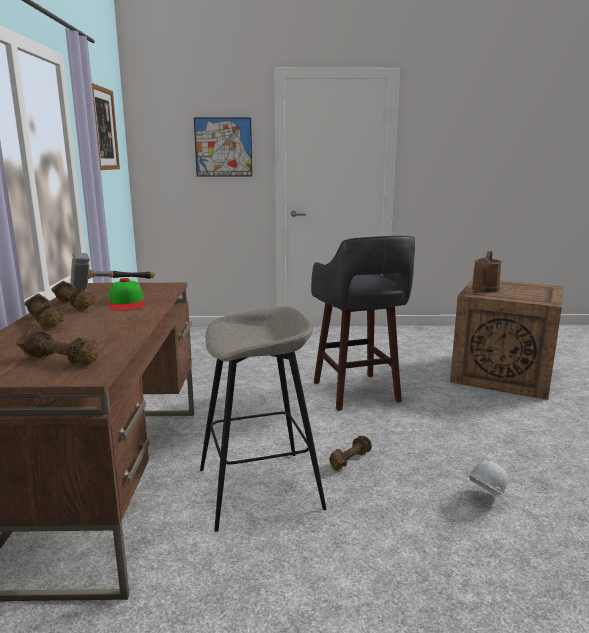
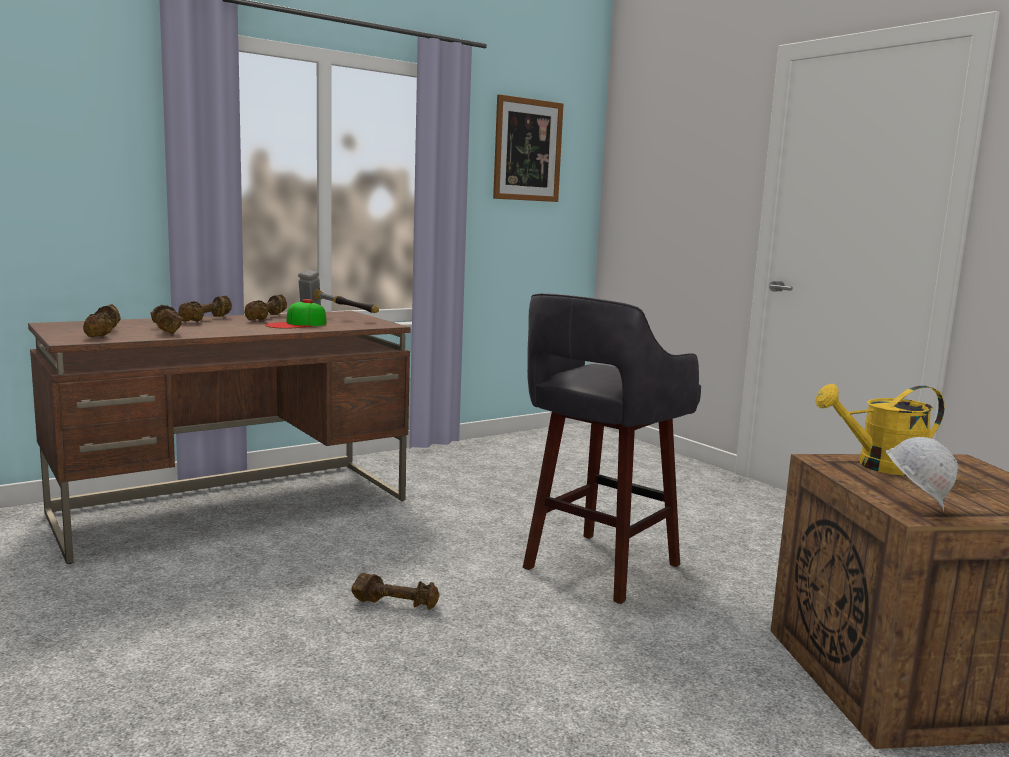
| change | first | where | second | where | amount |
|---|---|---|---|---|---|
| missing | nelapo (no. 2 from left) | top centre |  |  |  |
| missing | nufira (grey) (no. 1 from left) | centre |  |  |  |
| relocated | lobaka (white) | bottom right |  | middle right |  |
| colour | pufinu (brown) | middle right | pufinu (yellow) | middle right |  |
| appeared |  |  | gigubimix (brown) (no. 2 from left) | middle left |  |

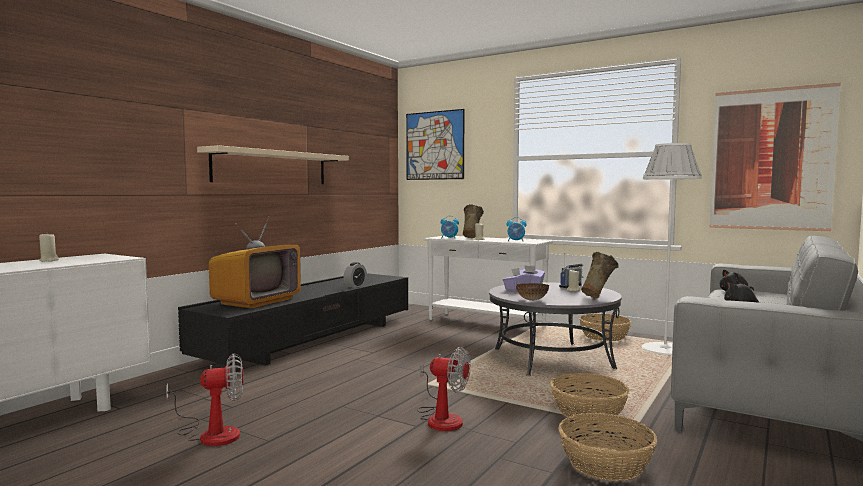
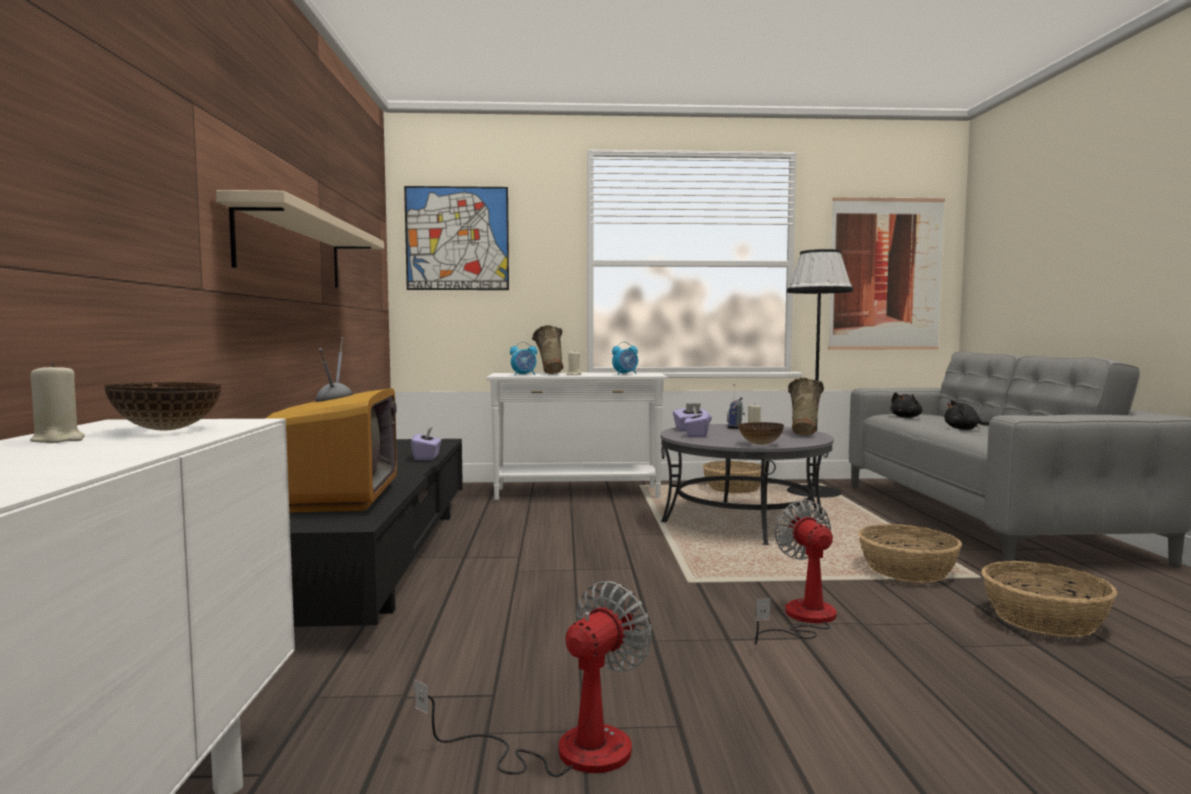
| change | first | where | second | where | amount |
|---|---|---|---|---|---|
| exchanged | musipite (no. 1 from left) | centre | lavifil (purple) (no. 1 from left) | centre |  |
| spun | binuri (no. 2 from left) | bottom centre |  | bottom right | 90 degrees counterclockwise |
| colour | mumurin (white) | middle right | mumurin (black) | middle right |  |
| appeared |  |  | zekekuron (no. 1 from left) | middle left |  |

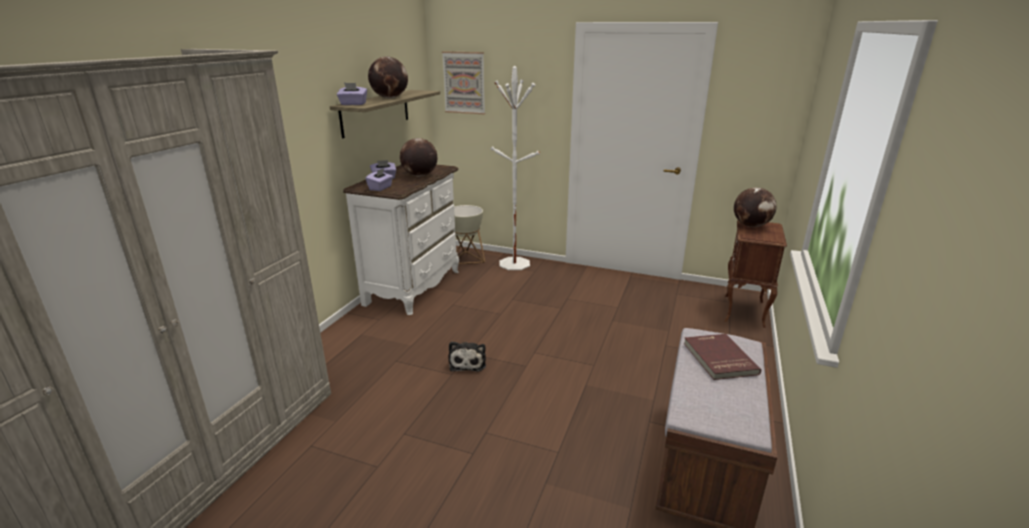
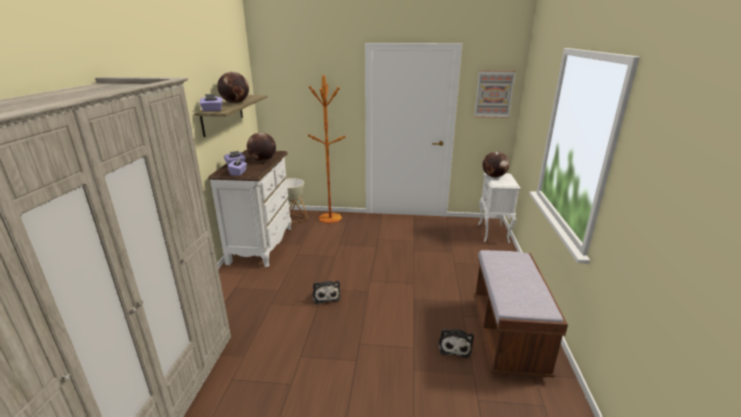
| change | first | where | second | where | amount |
|---|---|---|---|---|---|
| relocated | nelapo | top centre |  | top right |  |
| colour | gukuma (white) | top centre | gukuma (orange) | centre |  |
| missing | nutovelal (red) | bottom right |  |  |  |
| colour | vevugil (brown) | middle right | vevugil (white) | middle right |  |
| appeared |  |  | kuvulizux (no. 2 from left) | bottom centre |  |

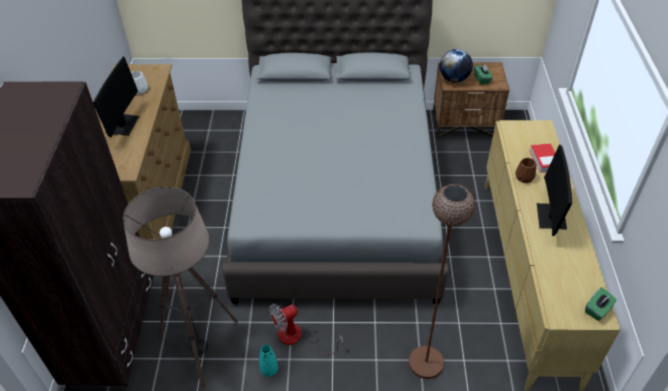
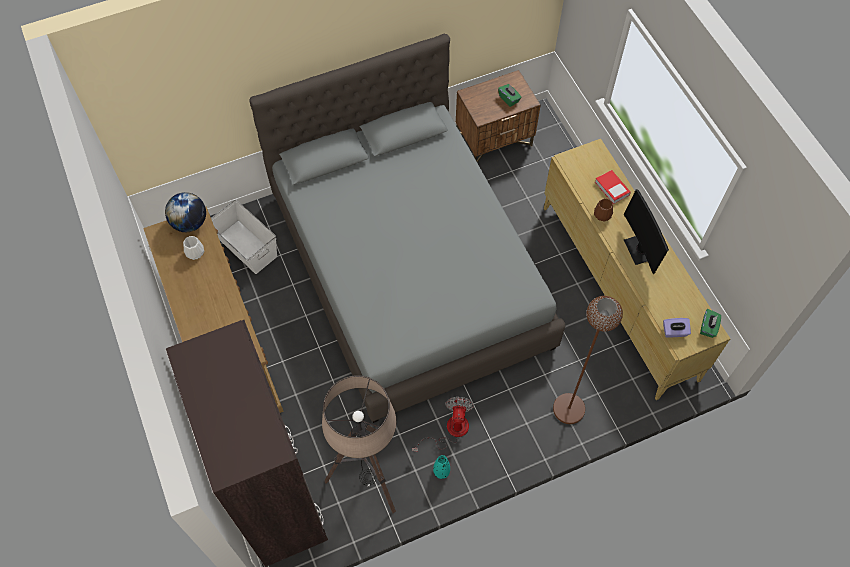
| change | first | where | second | where | amount |
|---|---|---|---|---|---|
| missing | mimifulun (no. 1 from left) | top left |  |  |  |
| spun | binuri | bottom centre |  | bottom centre | 150 degrees clockwise |
| relocated | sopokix | top right |  | middle left |  |
| appeared |  |  | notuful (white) | middle left |  |
| appeared |  |  | lavifil (purple) | middle right |  |

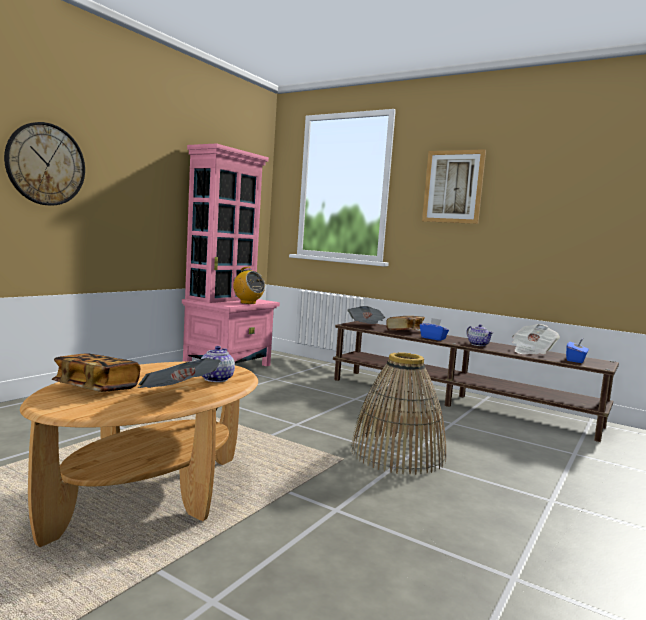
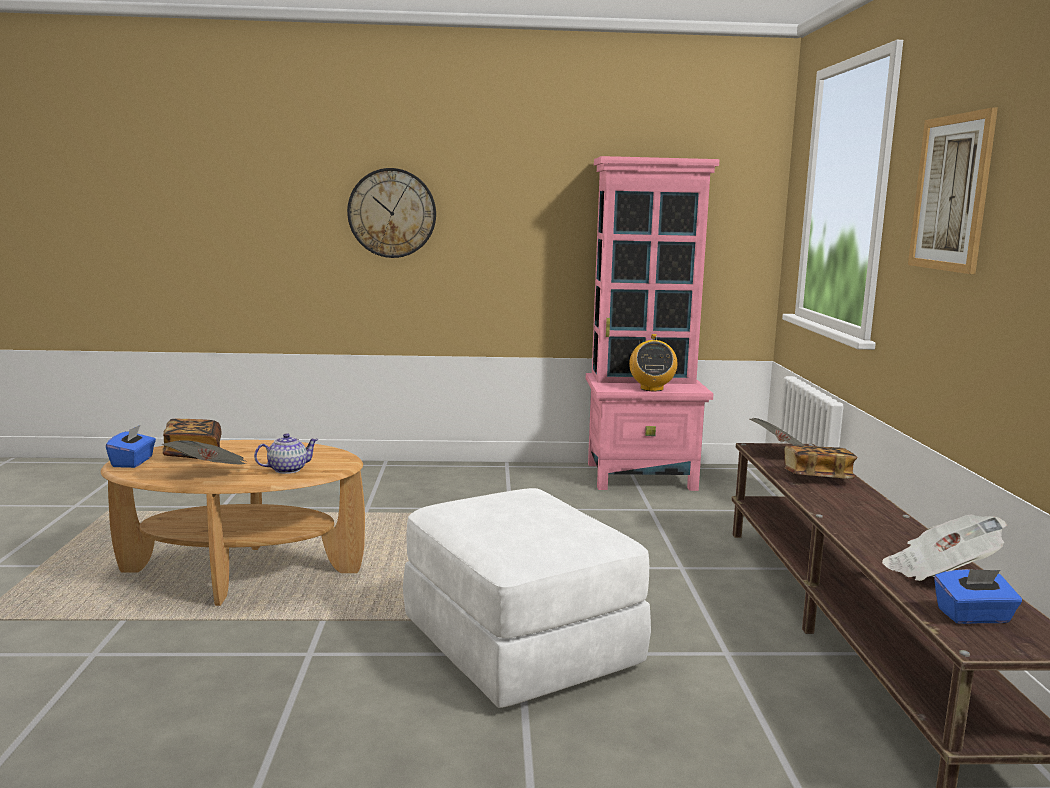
| change | first | where | second | where | amount |
|---|---|---|---|---|---|
| exchanged | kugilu | centre | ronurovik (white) | bottom centre |  |
| relocated | lavifil (blue) (no. 1 from left) | middle right |  | middle left |  |
| missing | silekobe (no. 2 from left) | middle right |  |  |  |

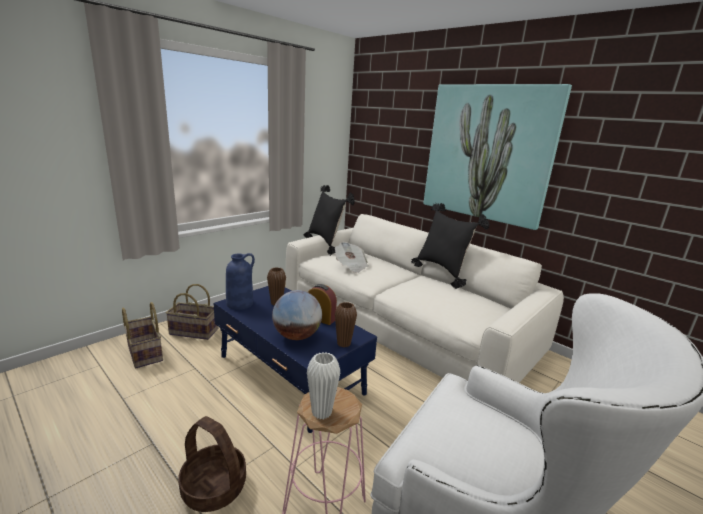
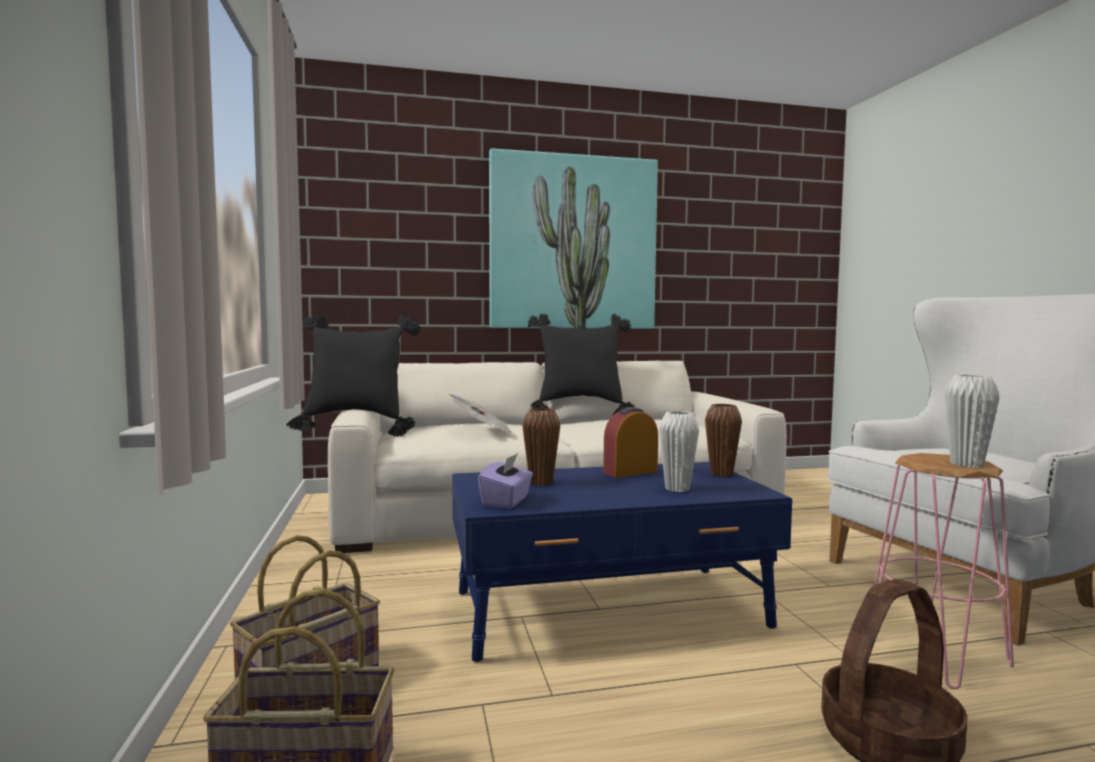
| change | first | where | second | where | amount |
|---|---|---|---|---|---|
| exchanged | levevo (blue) | centre | lavifil (purple) | centre |  |
| exchanged | sopokix | centre | levevo (white) (no. 1 from left) | centre |  |

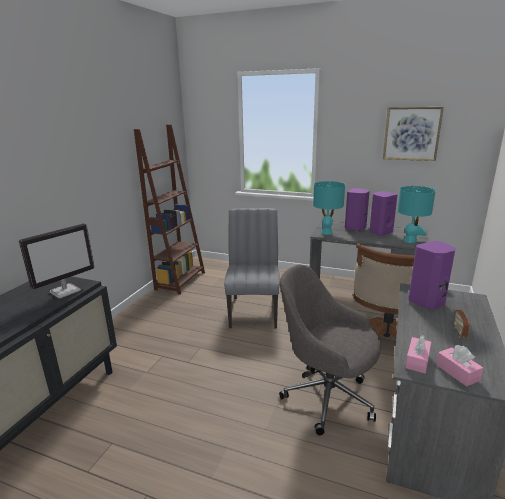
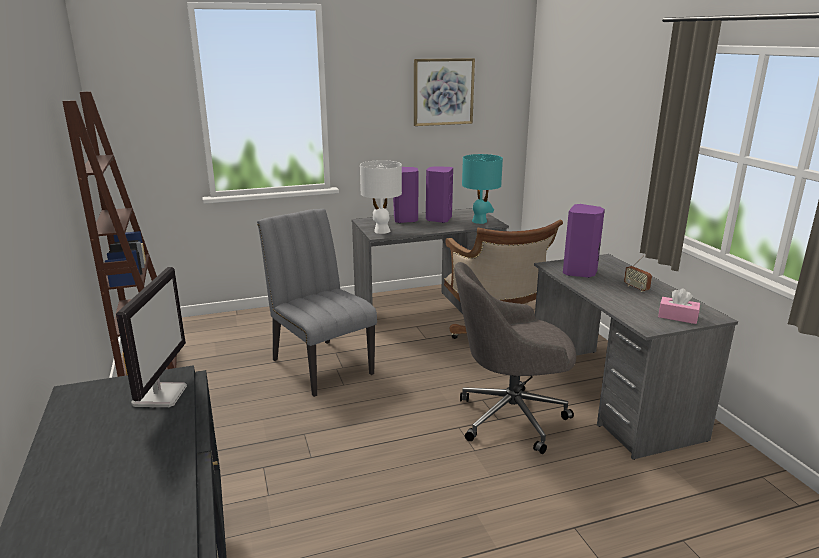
| change | first | where | second | where | amount |
|---|---|---|---|---|---|
| colour | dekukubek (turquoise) (no. 1 from left) | centre | dekukubek (white) | centre |  |
| missing | lavifil (pink) (no. 1 from left) | bottom right |  |  |  |

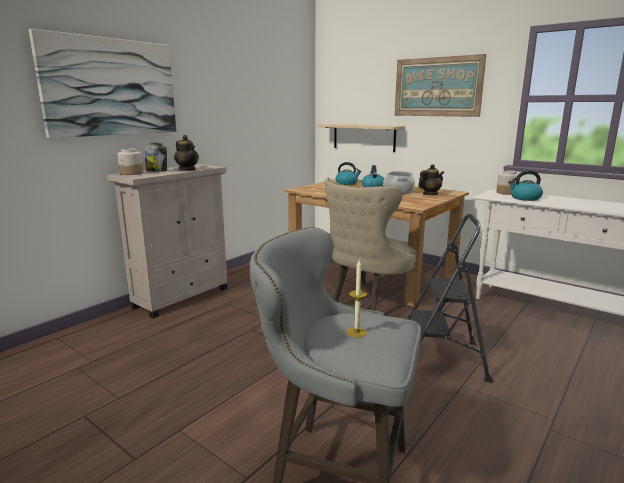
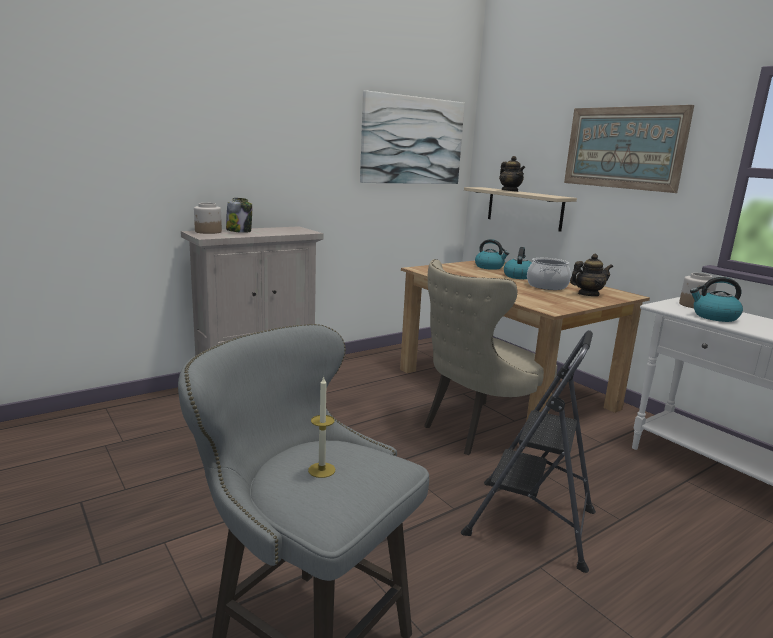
| change | first | where | second | where | amount |
|---|---|---|---|---|---|
| relocated | nelapo (no. 1 from left) | top left |  | top centre |  |
| relocated | silekobe (no. 1 from left) | top left |  | top centre |  |

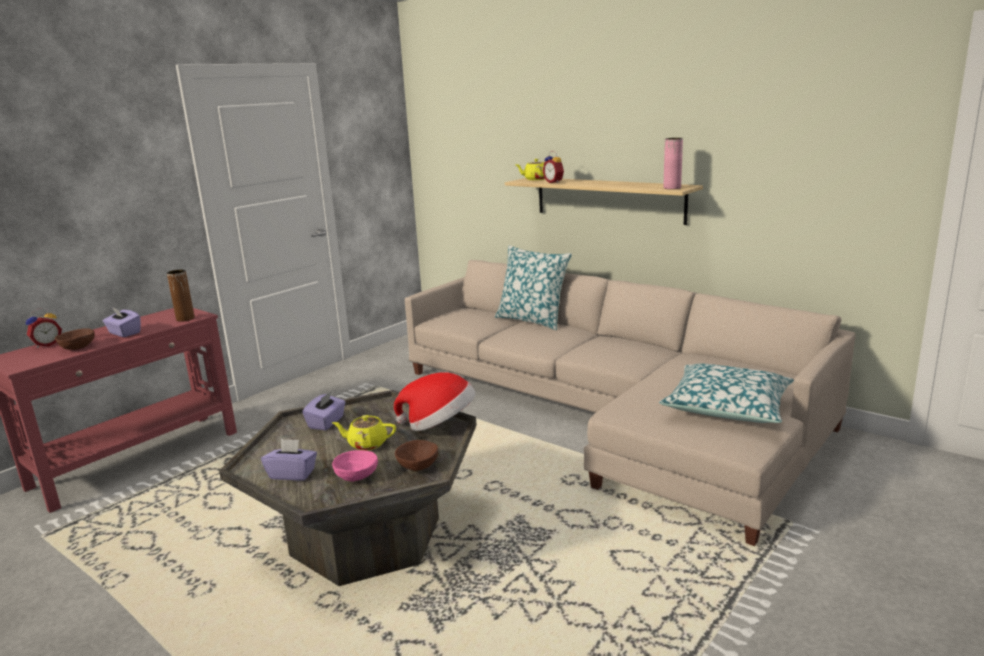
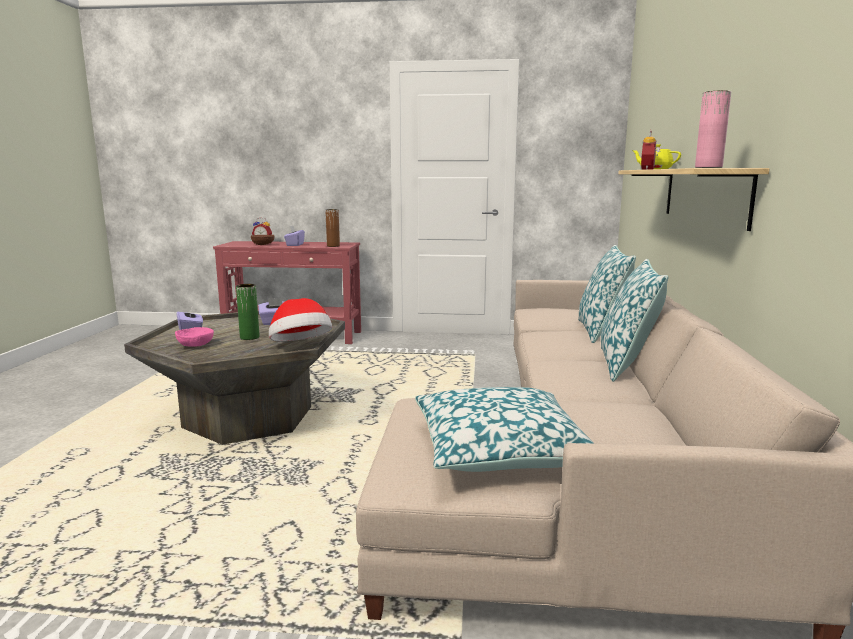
| change | first | where | second | where | amount |
|---|---|---|---|---|---|
| exchanged | silekobe (yellow) (no. 1 from left) | centre | levevo (green) | middle left |  |
| missing | zekekuron (brown) (no. 2 from left) | bottom centre |  |  |  |
| appeared |  |  | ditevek (no. 3 from left) | middle right |  |

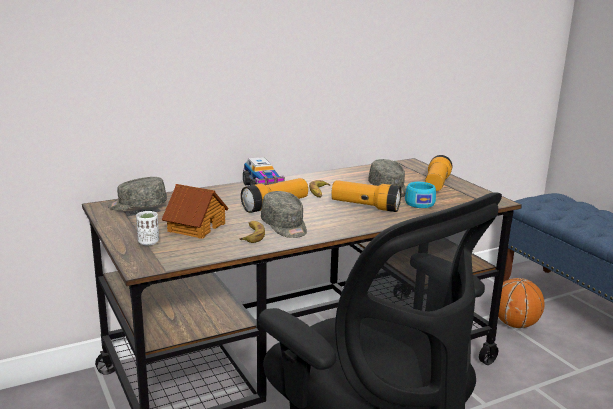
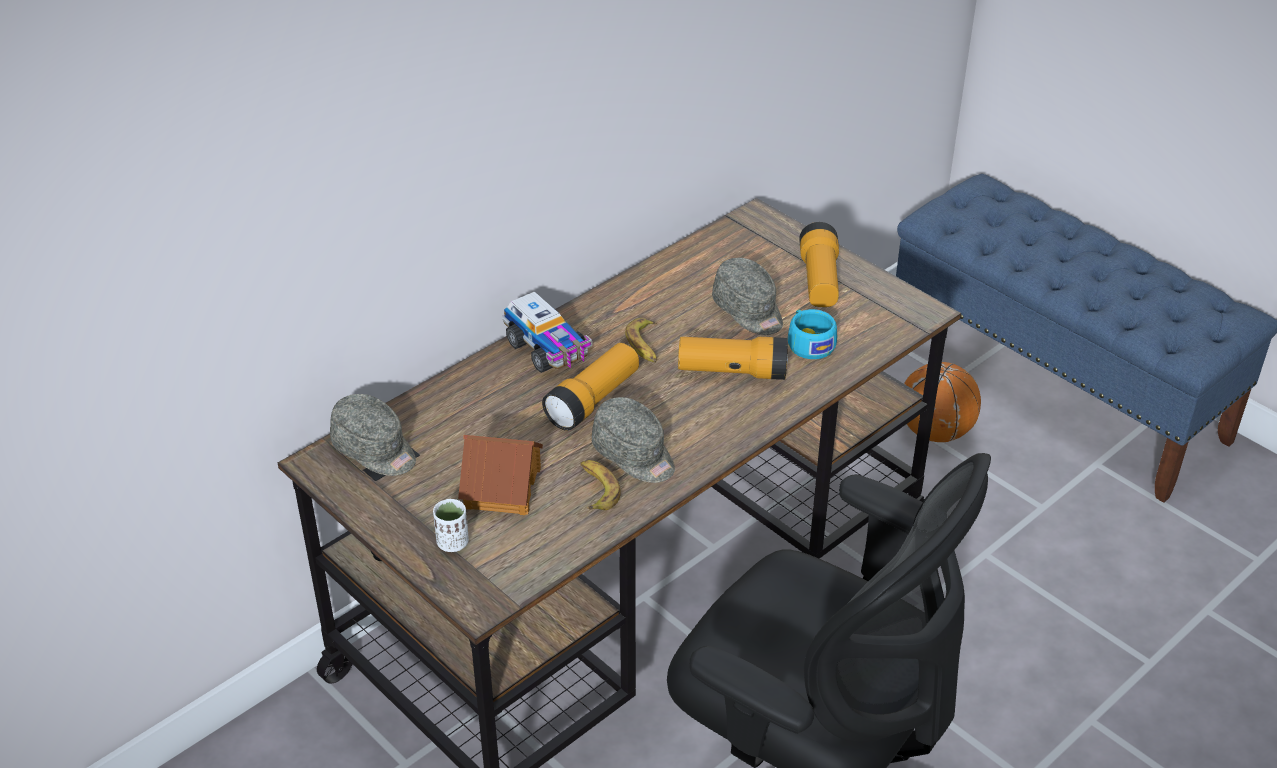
| change | first | where | second | where | amount |
|---|---|---|---|---|---|
| spun | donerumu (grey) (no. 1 from left) | middle left |  | middle left | 120 degrees counterclockwise |

